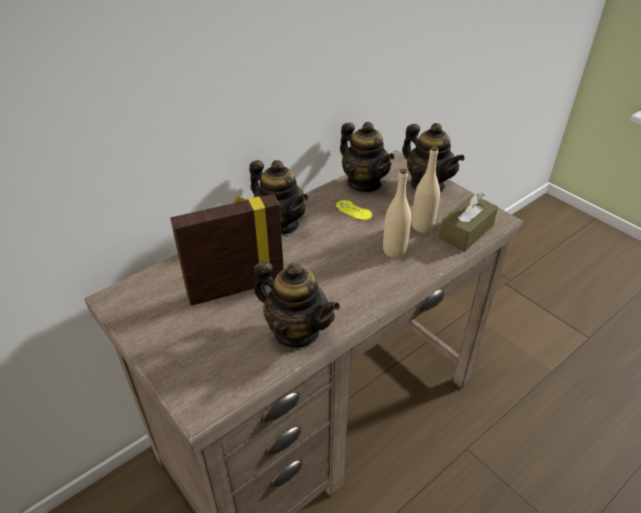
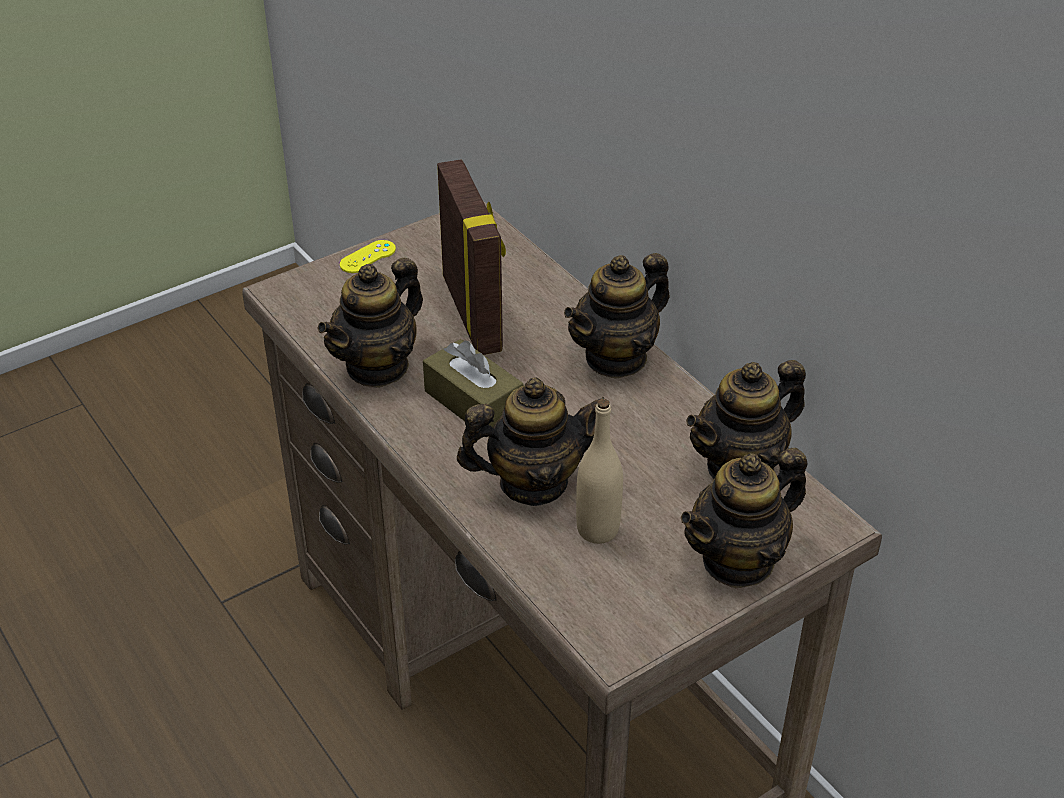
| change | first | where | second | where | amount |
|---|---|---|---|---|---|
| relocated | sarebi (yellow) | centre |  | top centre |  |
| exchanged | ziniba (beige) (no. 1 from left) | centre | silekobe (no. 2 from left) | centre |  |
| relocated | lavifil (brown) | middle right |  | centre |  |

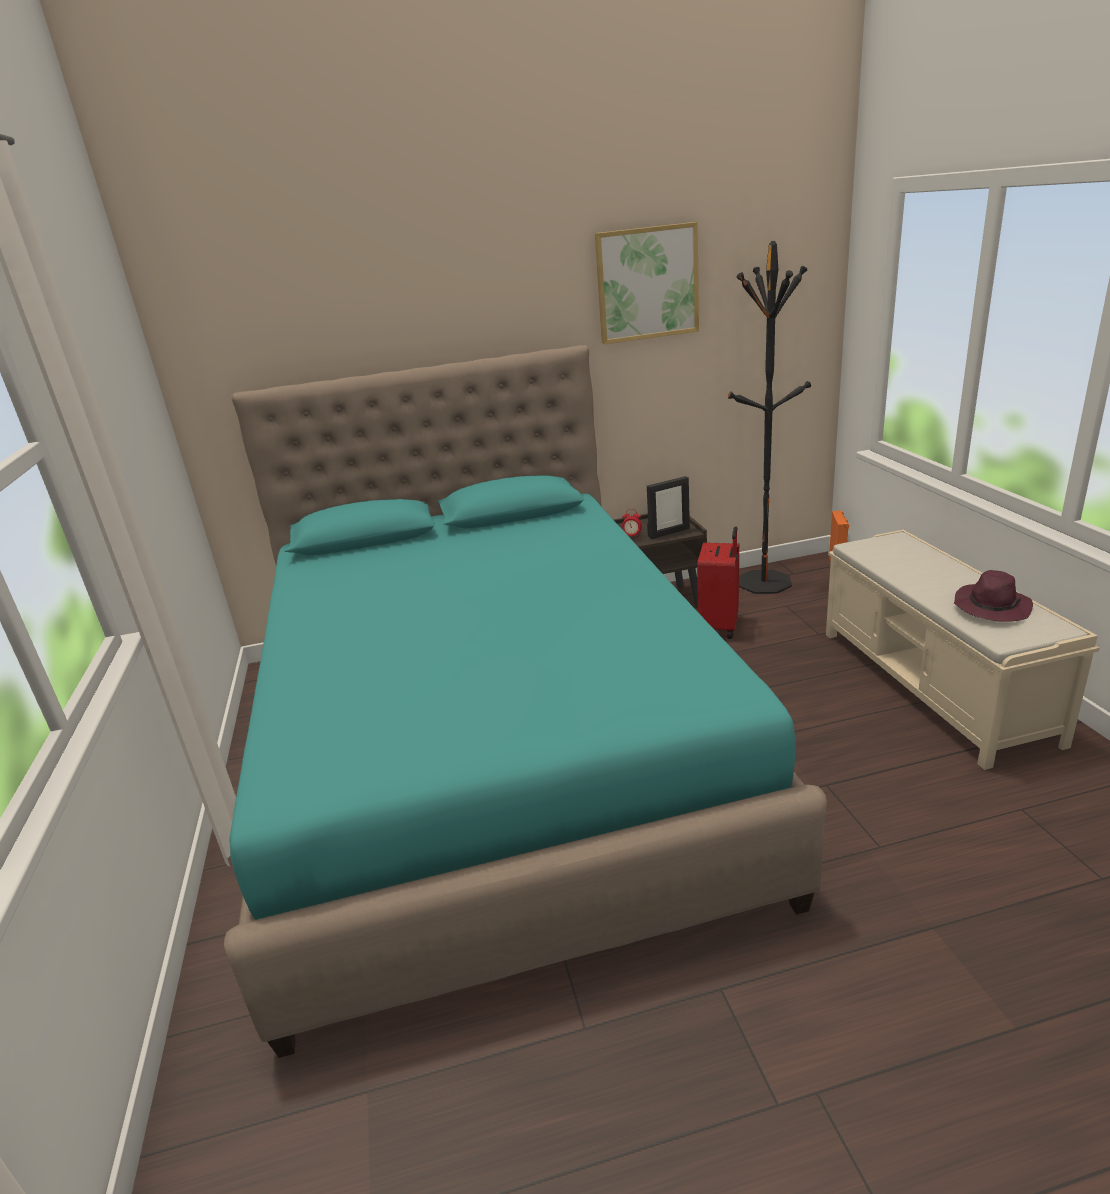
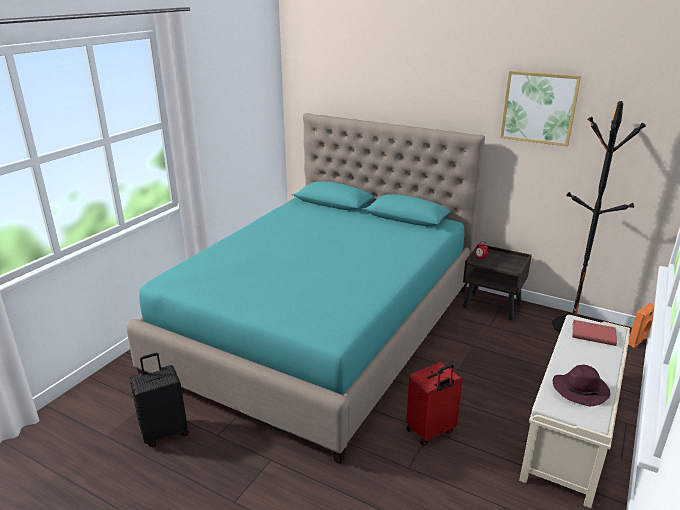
| change | first | where | second | where | amount |
|---|---|---|---|---|---|
| missing | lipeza | centre |  |  |  |
| relocated | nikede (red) | centre |  | bottom centre |  |
| appeared |  |  | nikede (black) | bottom left |  |
| appeared |  |  | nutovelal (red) | middle right |  |

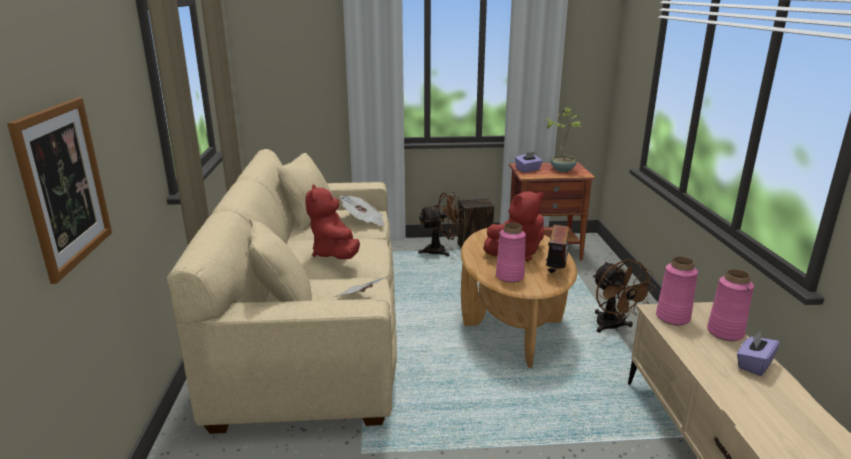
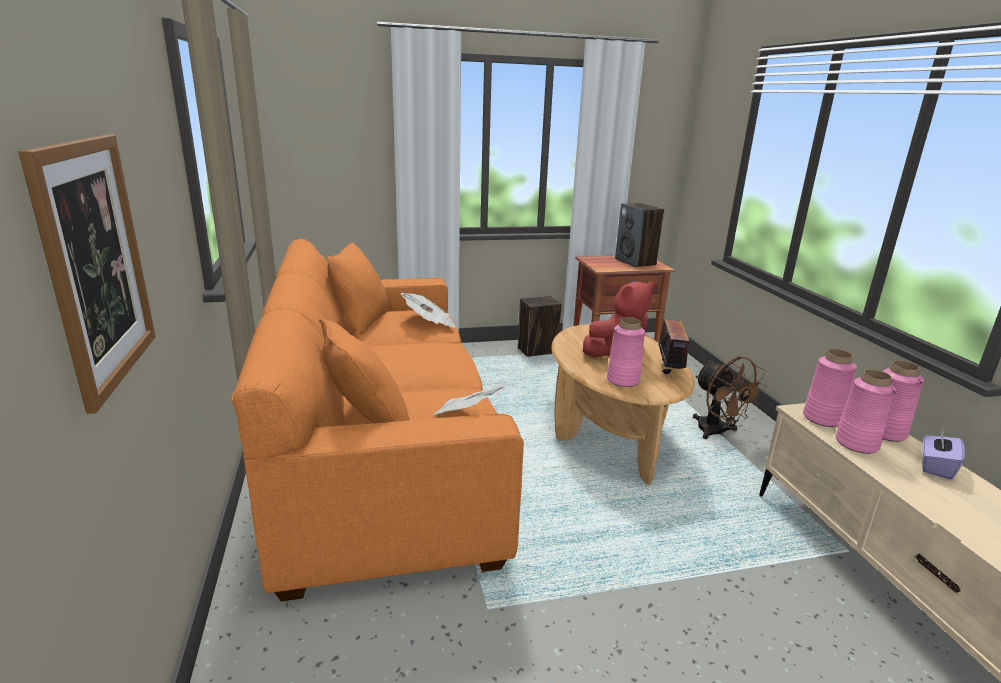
| change | first | where | second | where | amount |
|---|---|---|---|---|---|
| colour | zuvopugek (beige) | middle left | zuvopugek (orange) | centre |  |
| missing | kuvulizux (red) (no. 1 from left) | centre |  |  |  |
| missing | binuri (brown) (no. 1 from left) | centre |  |  |  |
| missing | lavifil (purple) (no. 1 from left) | centre |  |  |  |
| exchanged | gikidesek | top centre | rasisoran (no. 2 from left) | centre |  |
| appeared |  |  | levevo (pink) (no. 3 from left) | middle right |  |

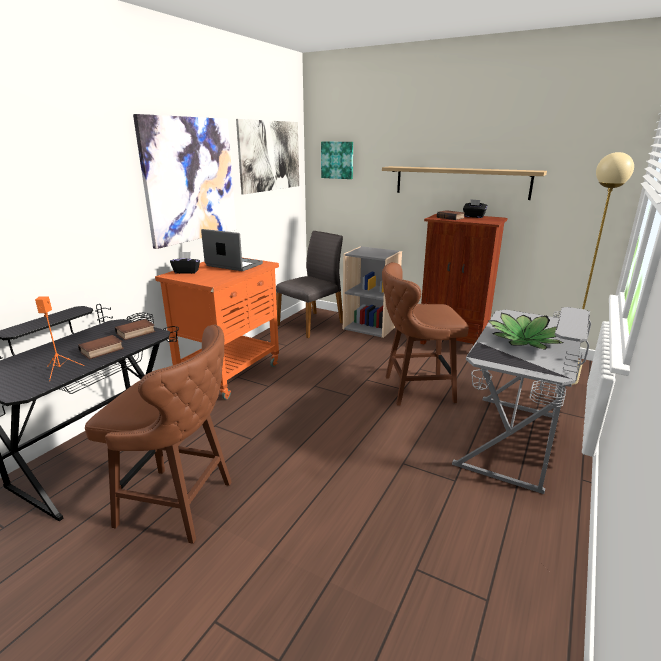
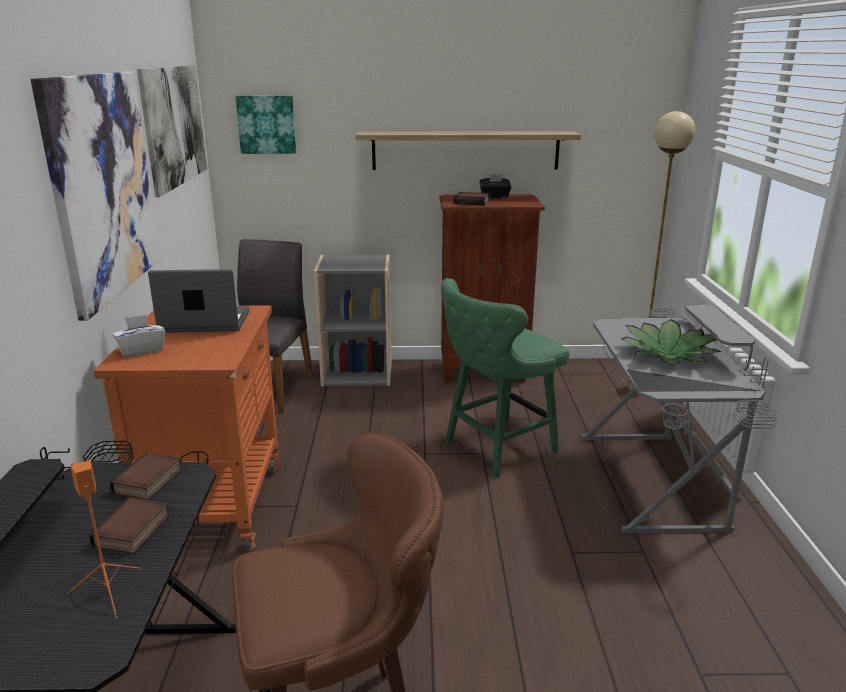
| change | first | where | second | where | amount |
|---|---|---|---|---|---|
| colour | lavifil (black) (no. 1 from left) | middle left | lavifil (white) | middle left |  |
| colour | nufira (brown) (no. 2 from left) | centre | nufira (green) | centre |  |

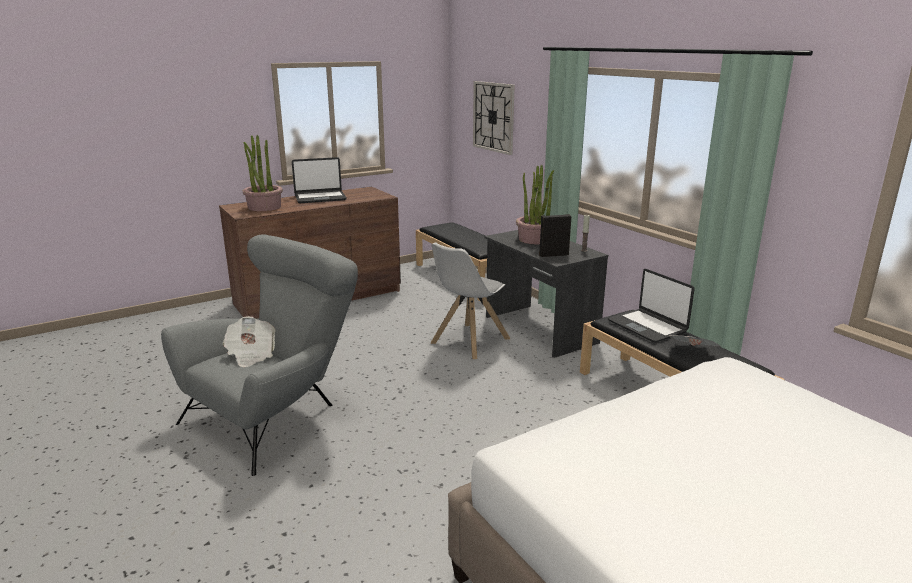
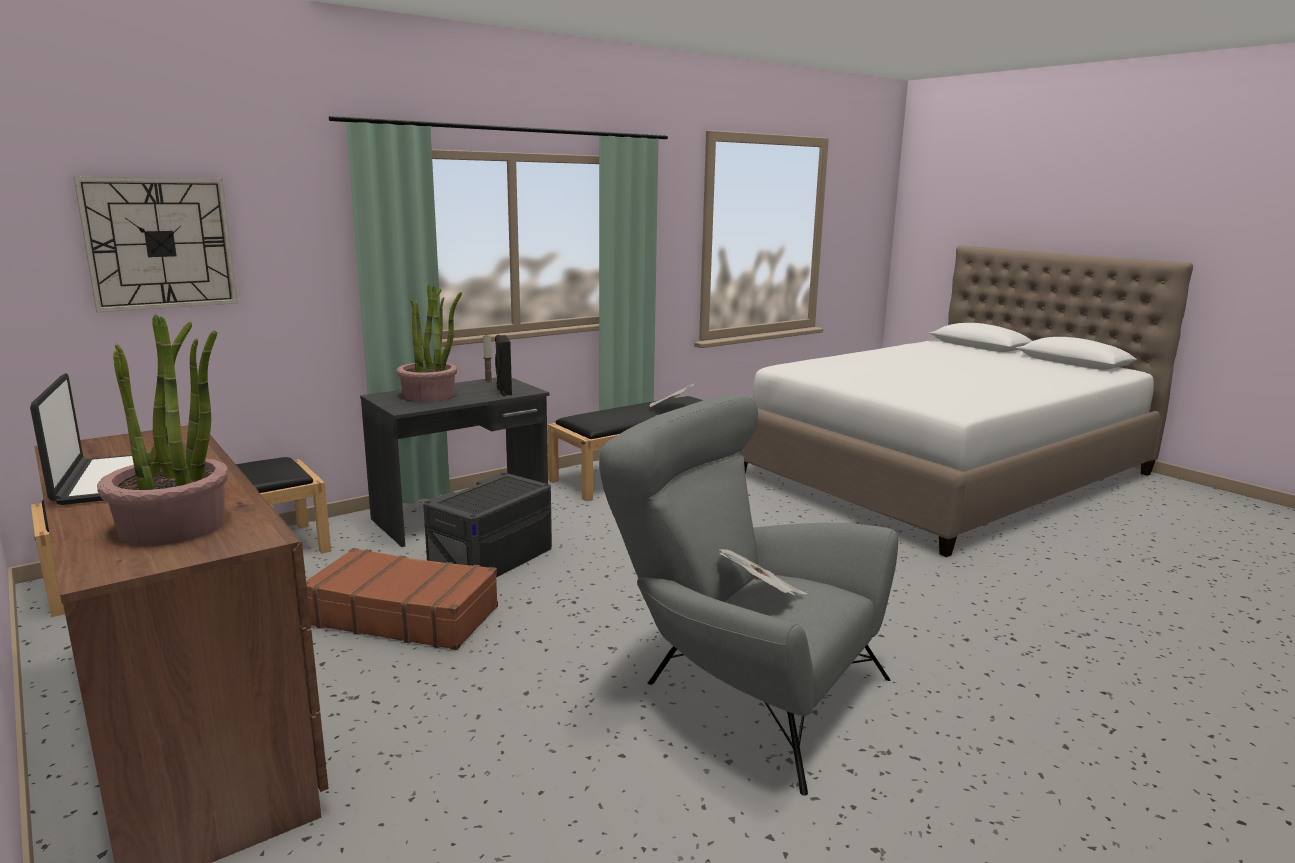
| change | first | where | second | where | amount |
|---|---|---|---|---|---|
| exchanged | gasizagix | centre | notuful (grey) | centre |  |
| missing | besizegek (no. 2 from left) | middle right |  |  |  |
| appeared |  |  | nikede (brown) | bottom left |  |

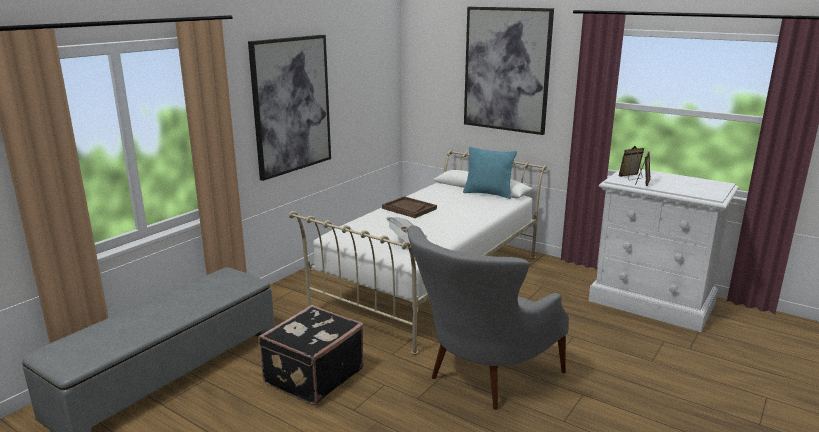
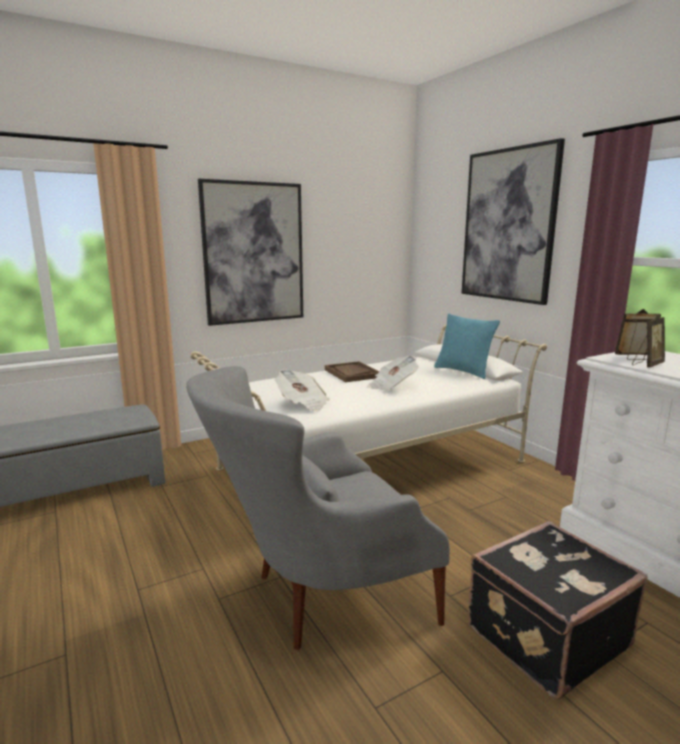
| change | first | where | second | where | amount |
|---|---|---|---|---|---|
| relocated | nikede (black) | bottom centre |  | bottom right |  |
| appeared |  |  | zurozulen (no. 2 from left) | centre |  |

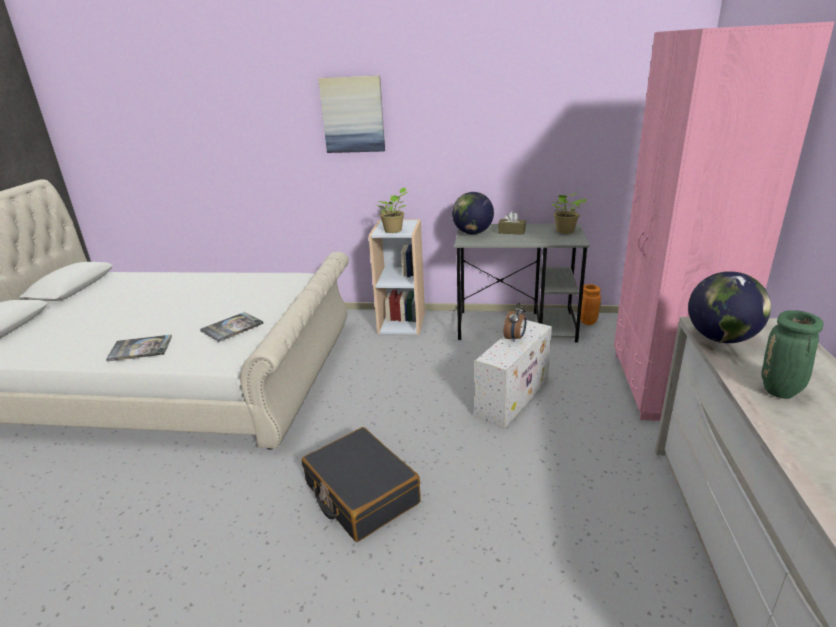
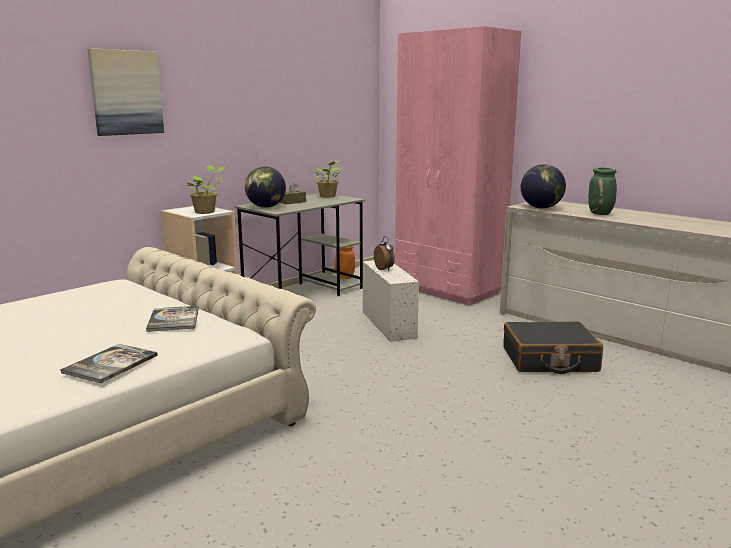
| change | first | where | second | where | amount |
|---|---|---|---|---|---|
| relocated | nikede (black) | bottom centre |  | middle right |  |

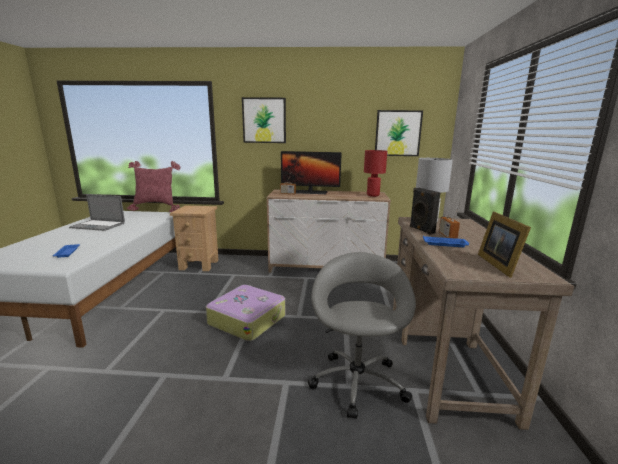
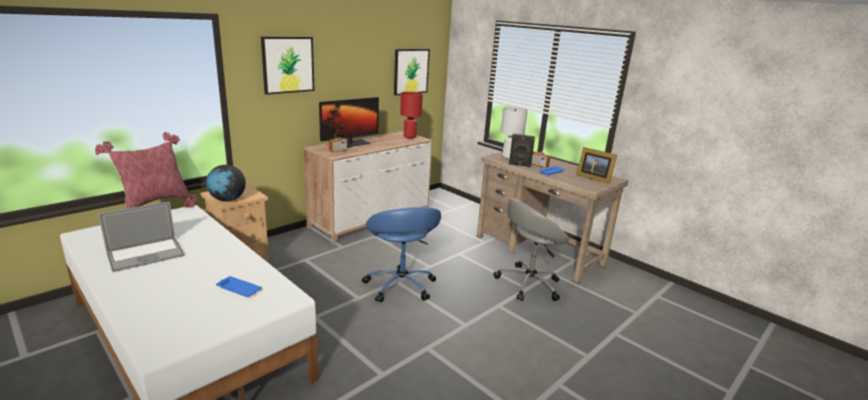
| change | first | where | second | where | amount |
|---|---|---|---|---|---|
| exchanged | nikede | bottom centre | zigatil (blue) | centre |  |
| spun | zigatil (grey) | bottom centre |  | centre | 75 degrees counterclockwise |
| appeared |  |  | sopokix | middle left |  |

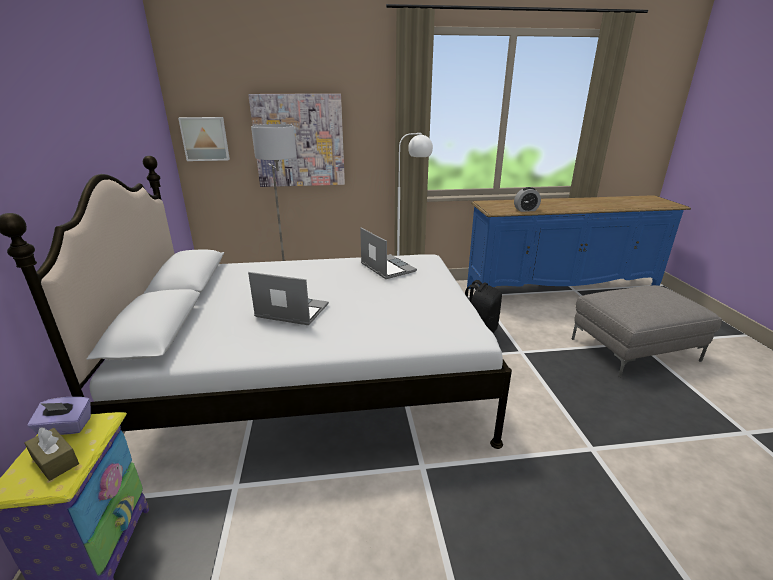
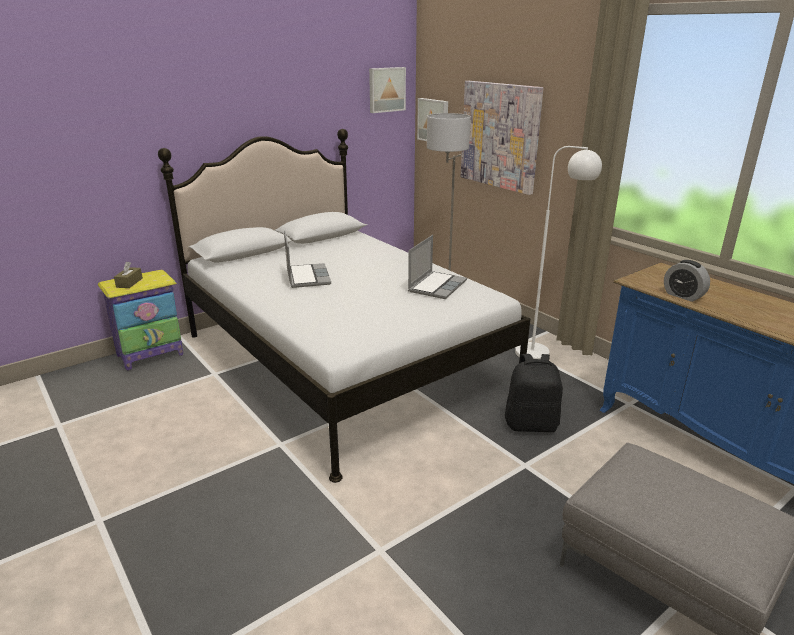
| change | first | where | second | where | amount |
|---|---|---|---|---|---|
| missing | lavifil (purple) | bottom left |  |  |  |
| appeared |  |  | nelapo (no. 1 from left) | top centre |  |

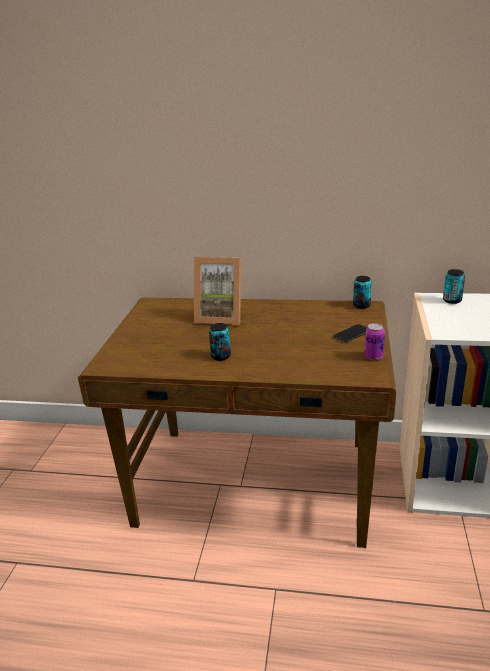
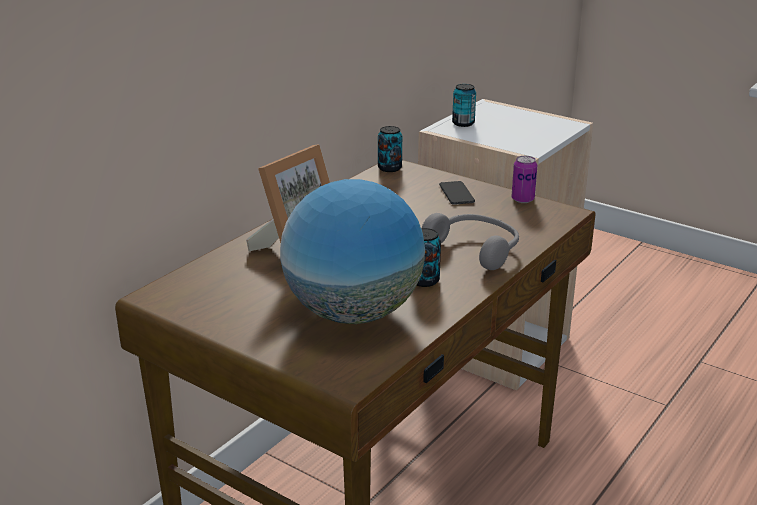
| change | first | where | second | where | amount |
|---|---|---|---|---|---|
| appeared |  |  | sopokix | centre |  |
| appeared |  |  | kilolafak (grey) | centre |  |

